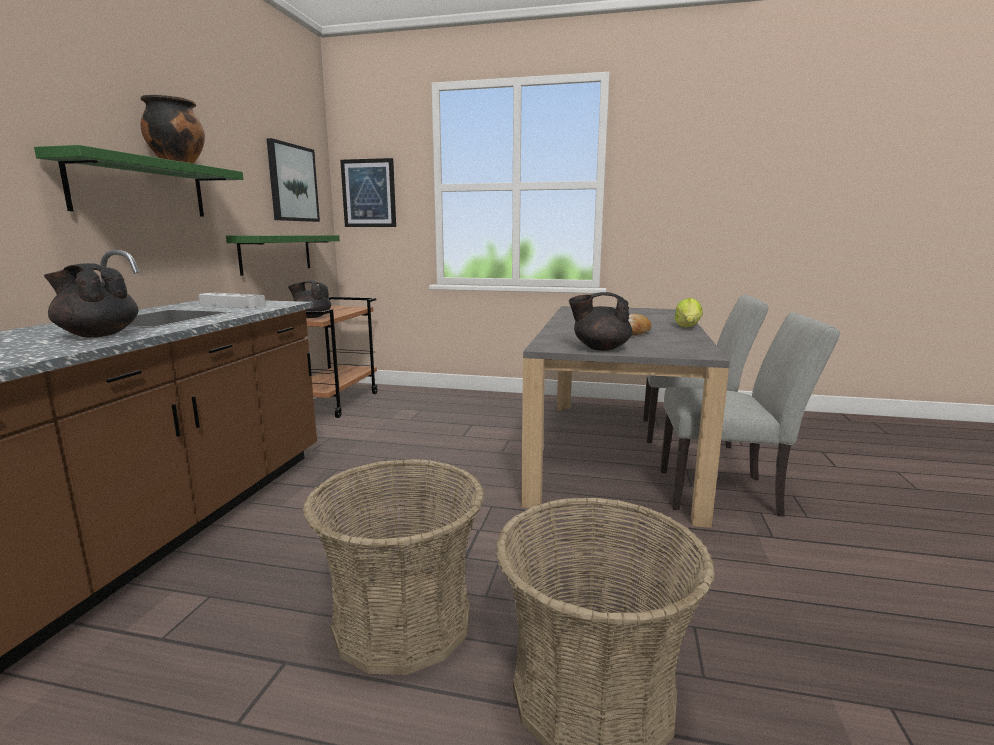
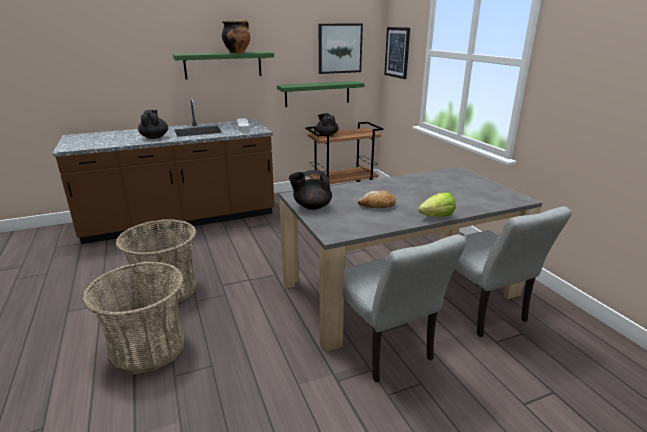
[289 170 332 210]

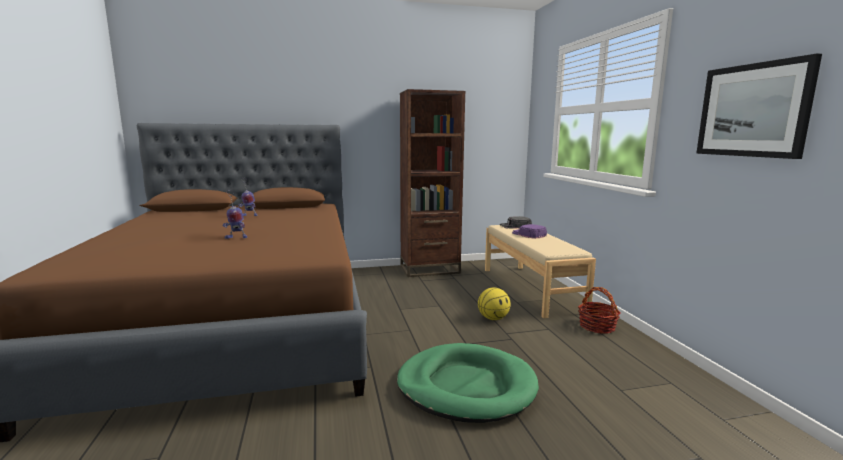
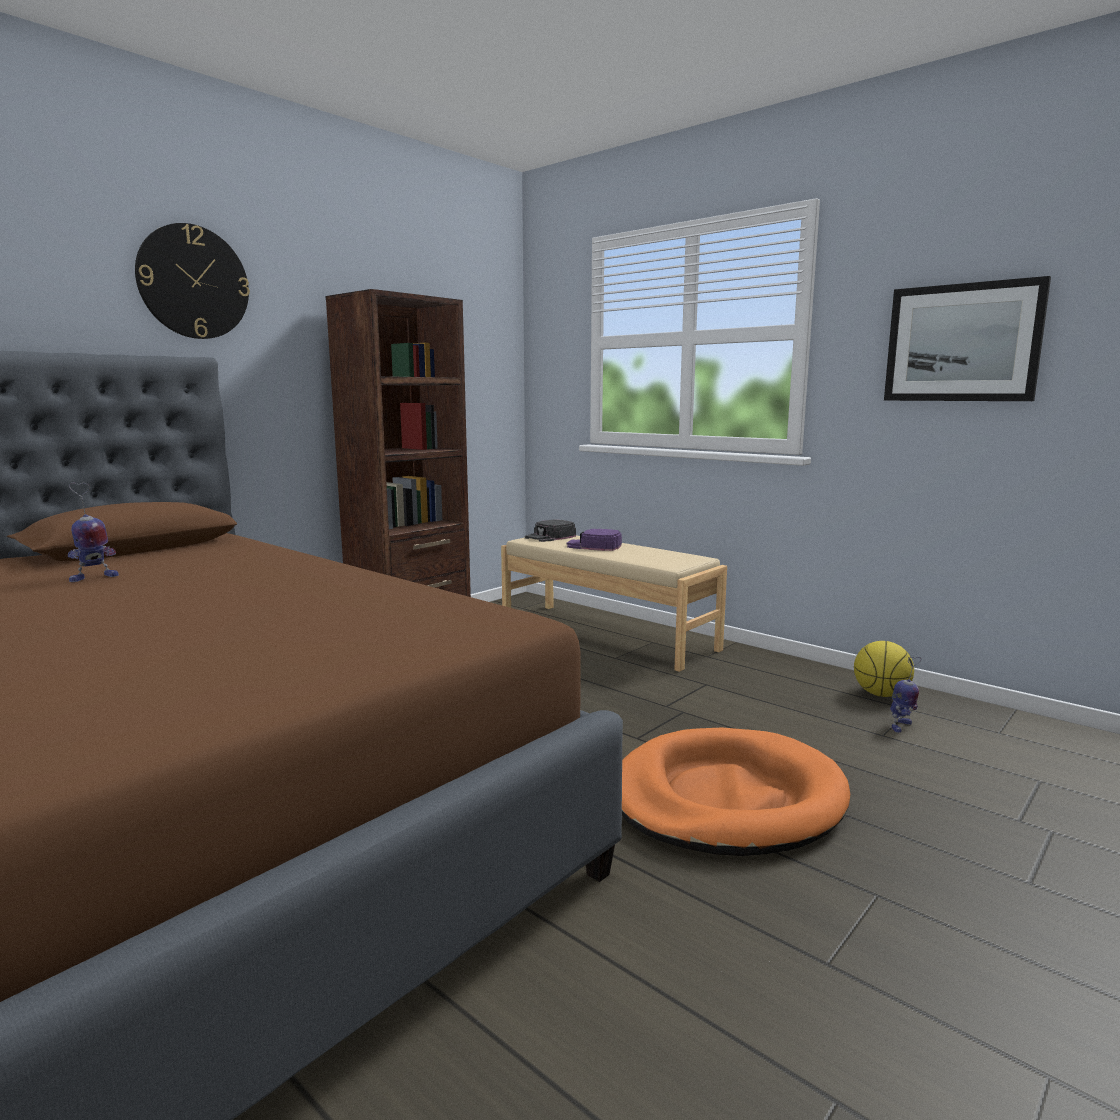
[890 657 921 733]
[578 287 621 334] (first image)
[854 641 914 697]
[622 728 850 856]
[135 223 250 339]

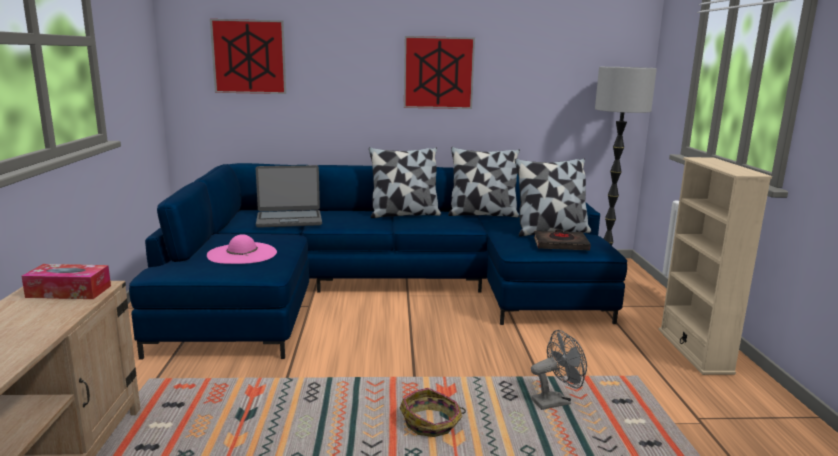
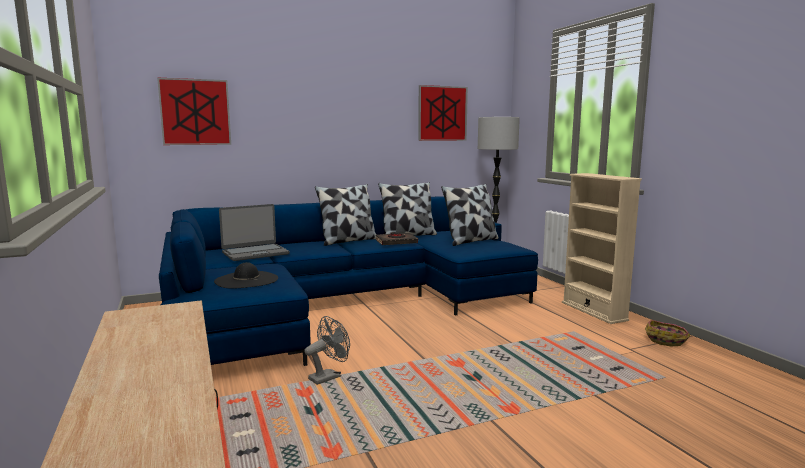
[418 85 468 141]
[376 232 418 245]
[214 262 278 289]
[21 264 111 299] (first image)
[304 316 350 385]
[645 320 690 347]

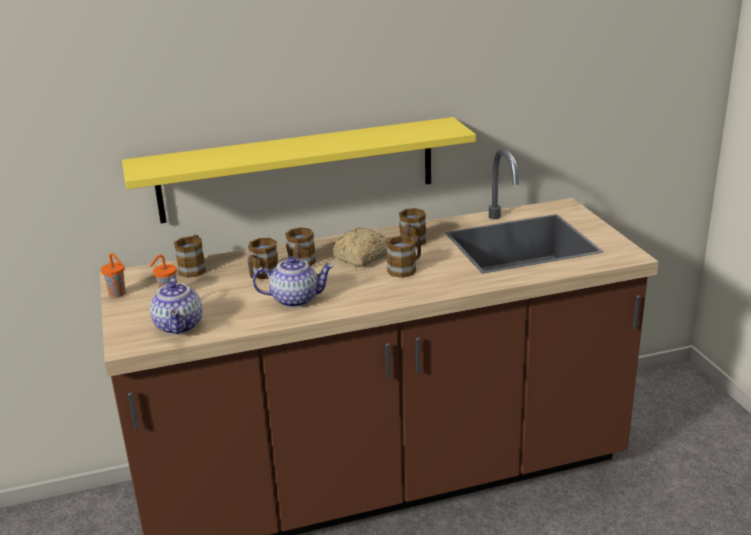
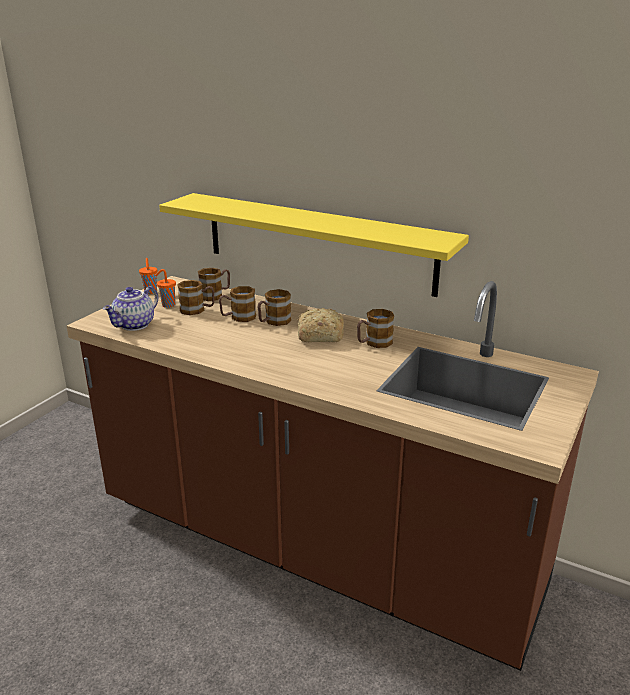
[177 280 214 315]
[252 256 334 308] (first image)

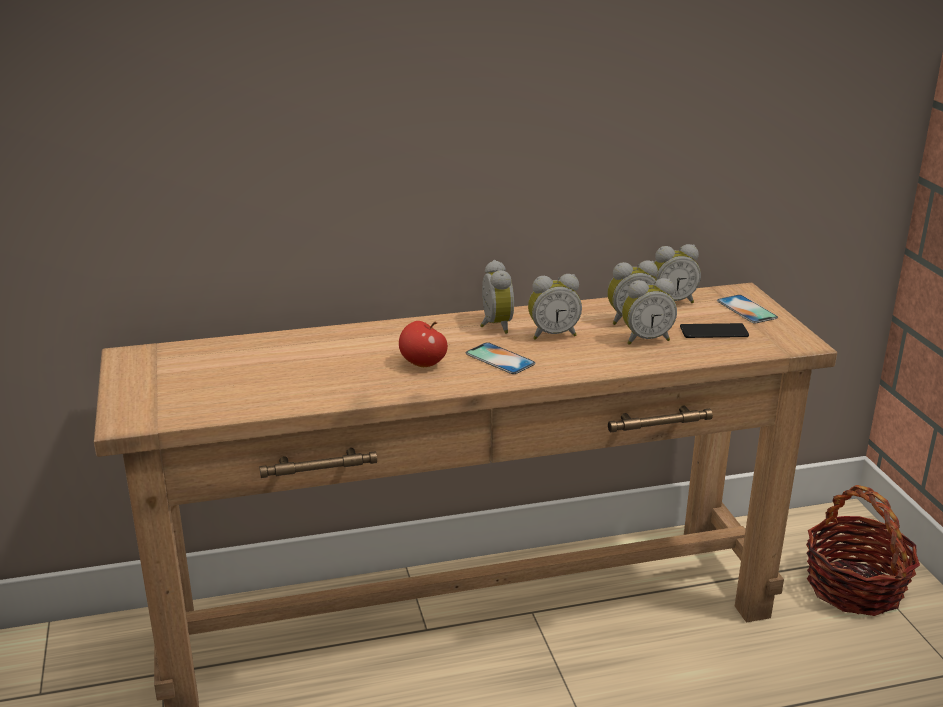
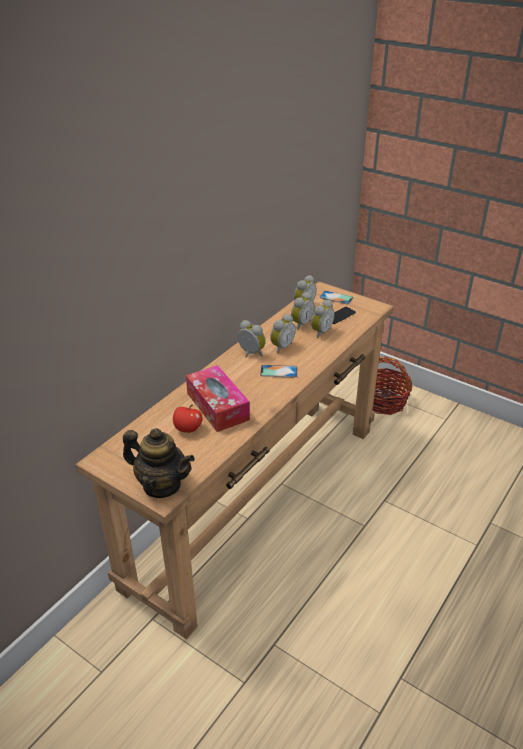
[173 404 203 433]
[186 365 250 432]
[123 428 195 498]

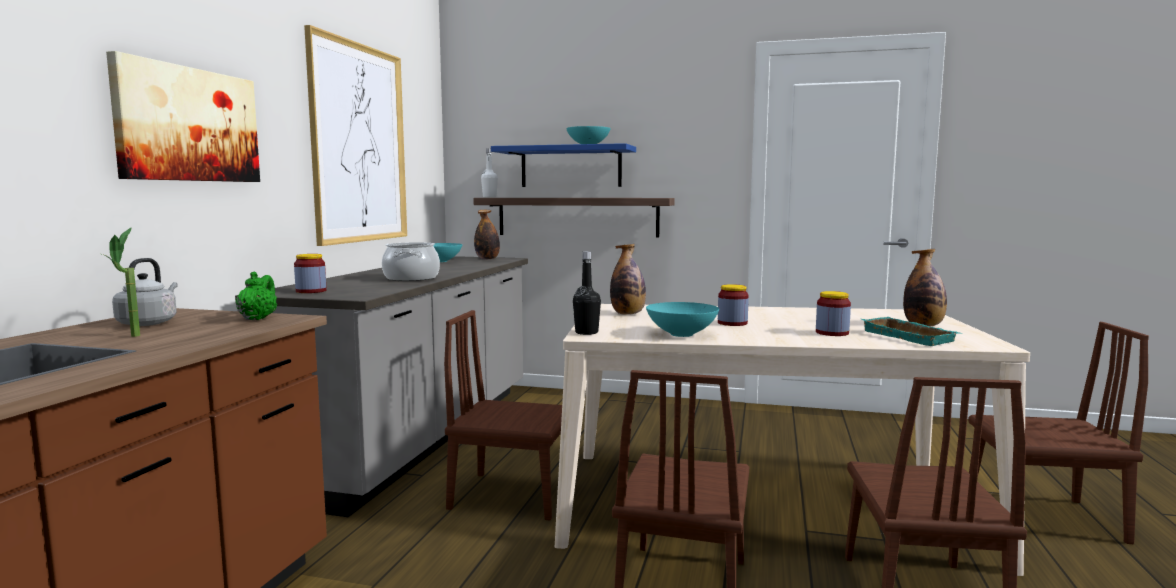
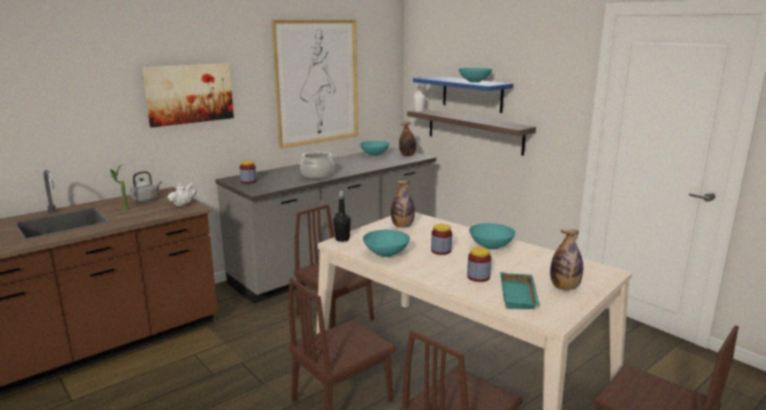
[168 183 197 207]
[469 223 515 250]

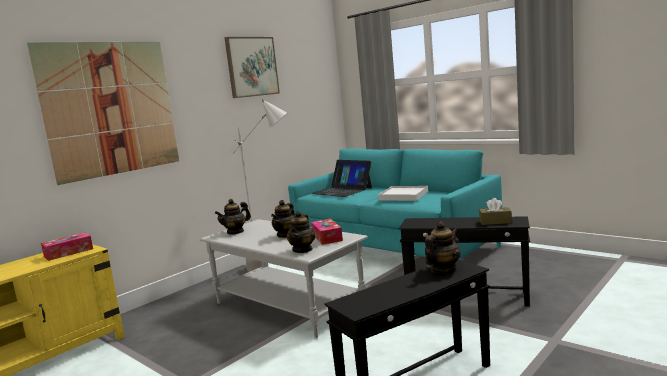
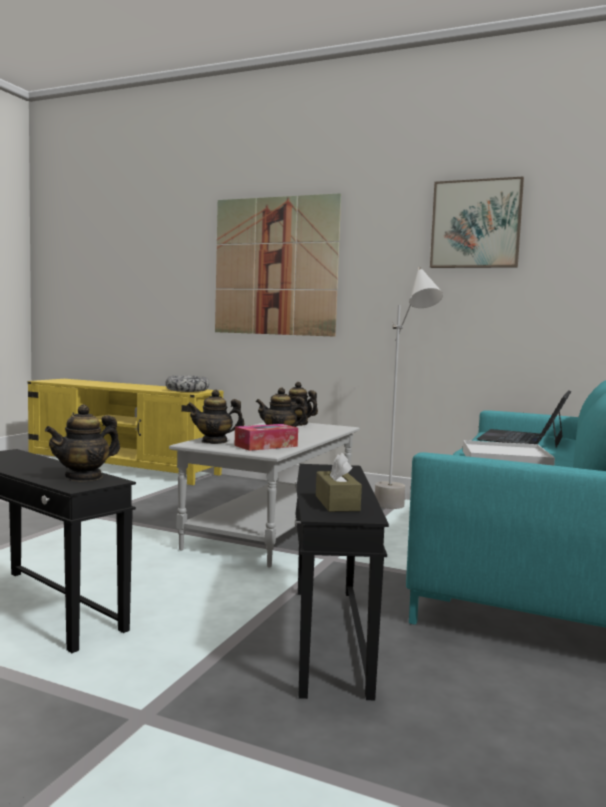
[45 404 120 482]
[165 376 209 392]

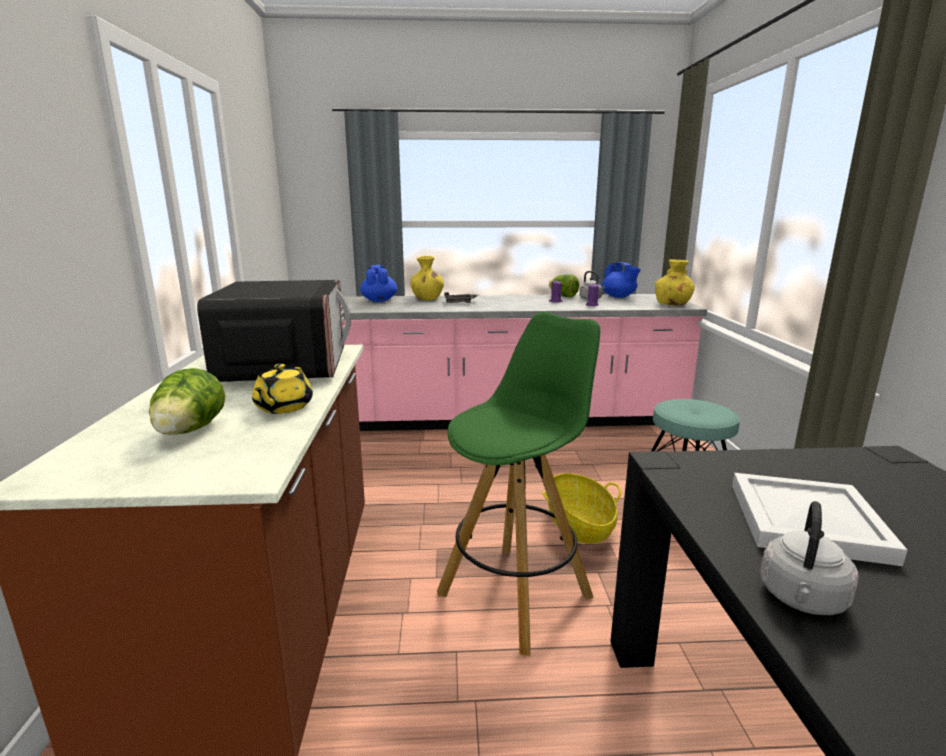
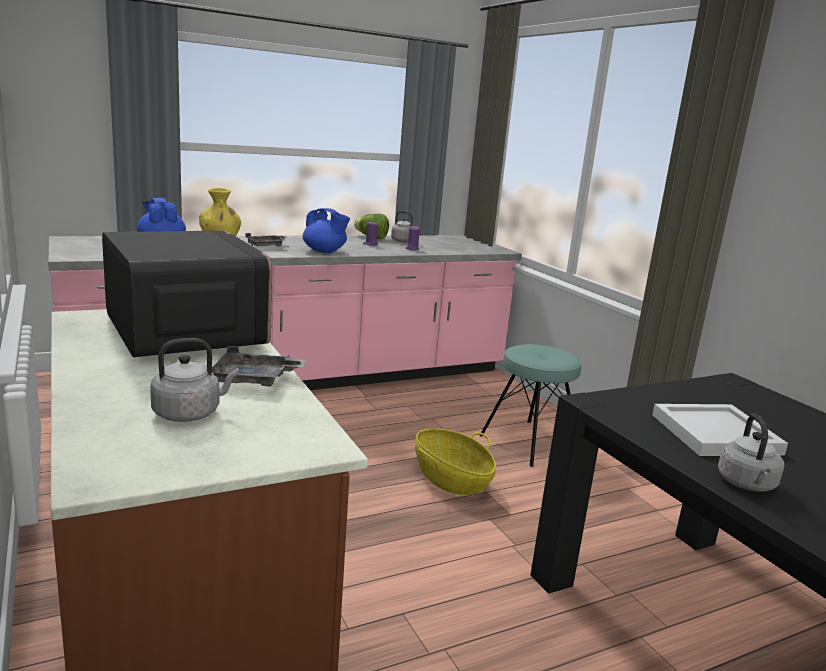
[655 259 695 305] (first image)
[303 208 350 253]
[437 312 600 656] (first image)
[212 346 307 387]
[150 338 239 422]

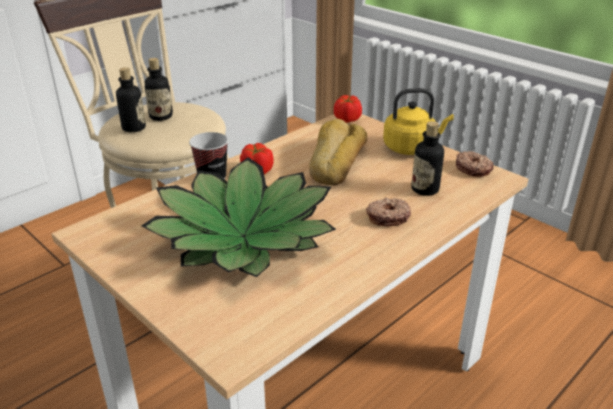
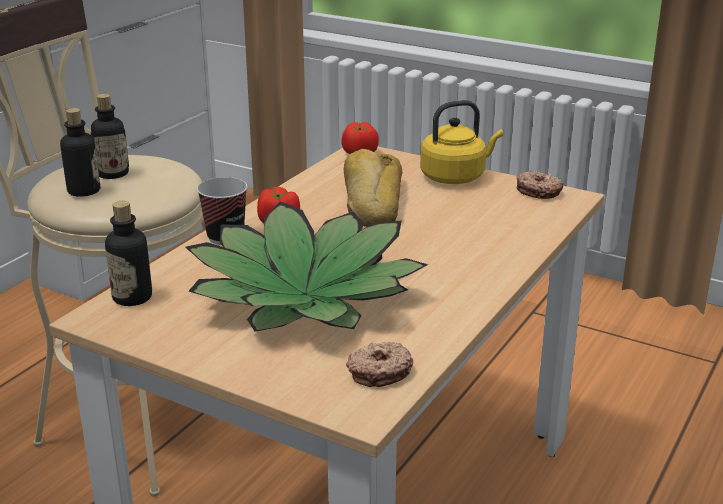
[105 201 152 306]
[346 342 413 387]

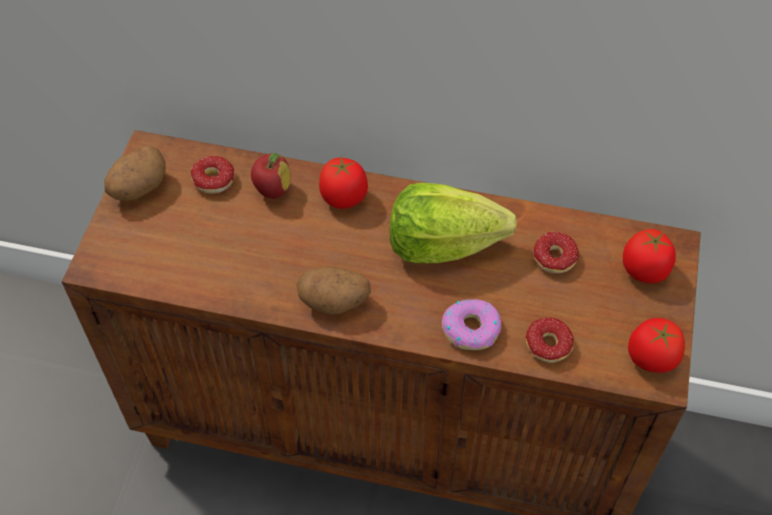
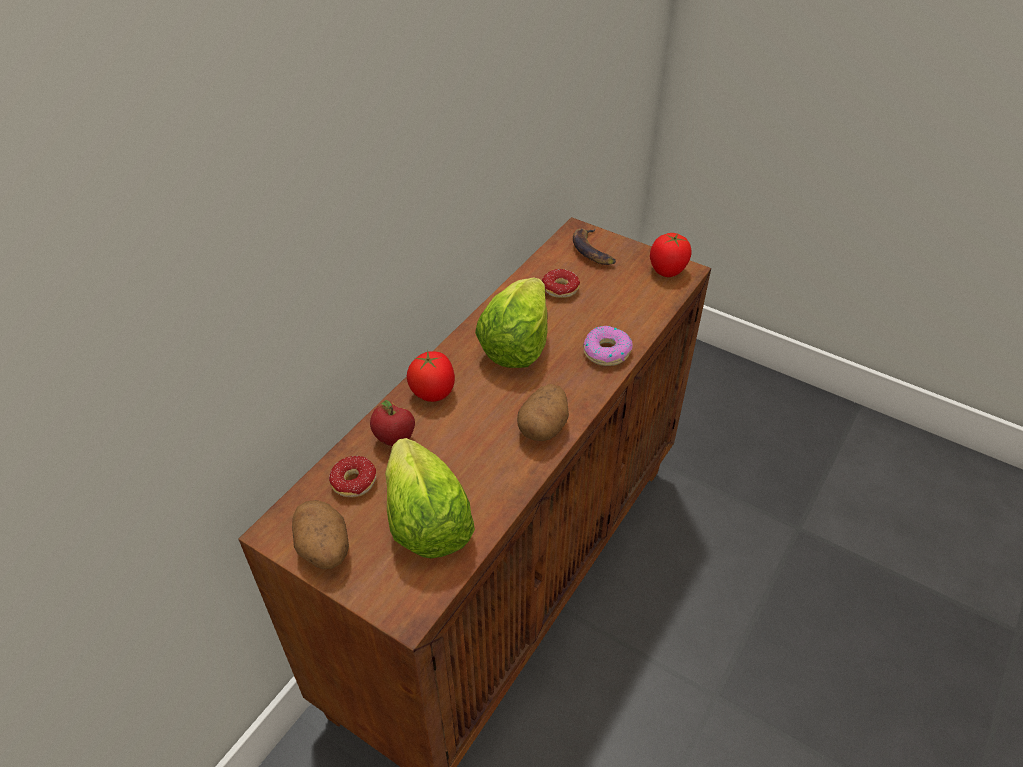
[573 229 616 265]
[525 318 574 363] (first image)
[385 438 475 558]

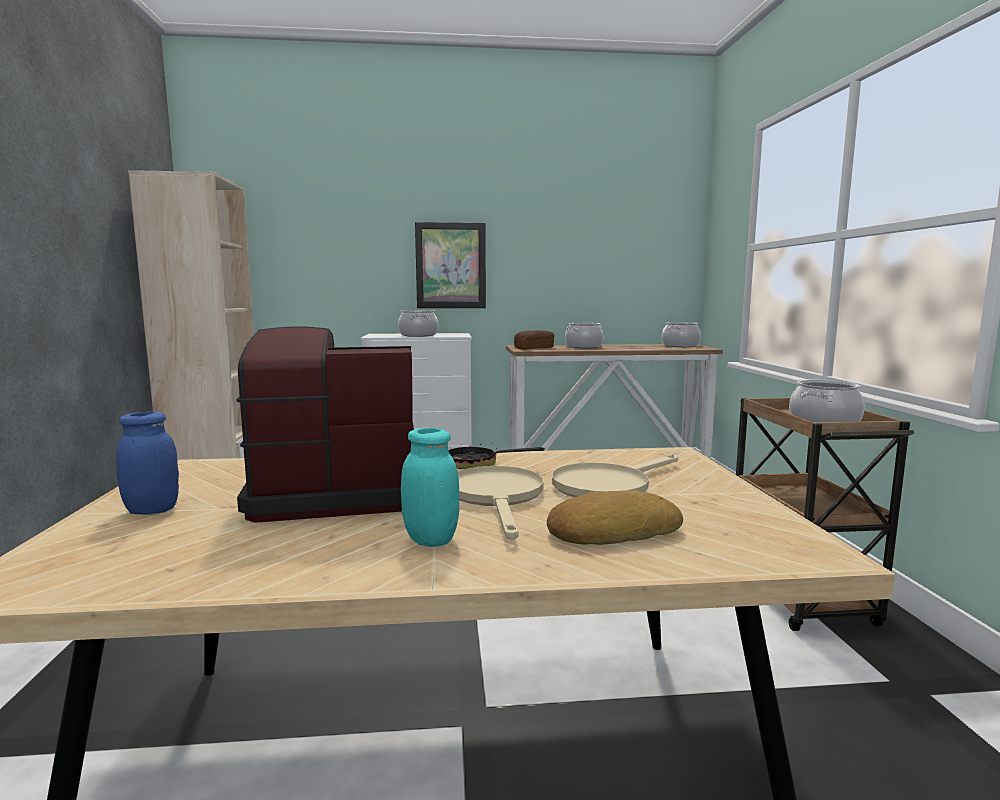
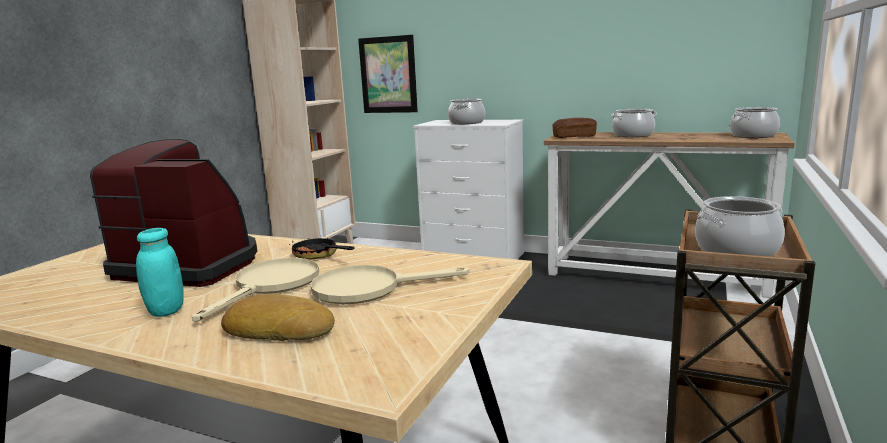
[358 35 418 113]
[116 411 179 515] (first image)

